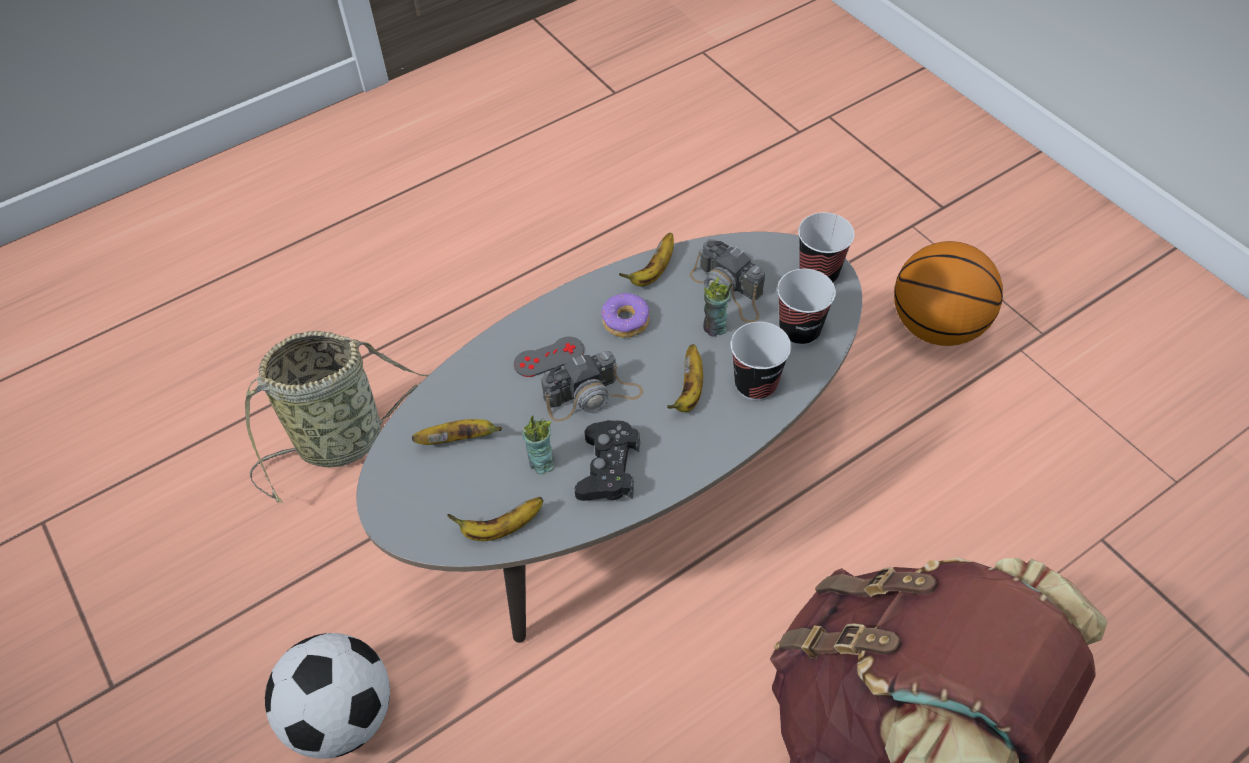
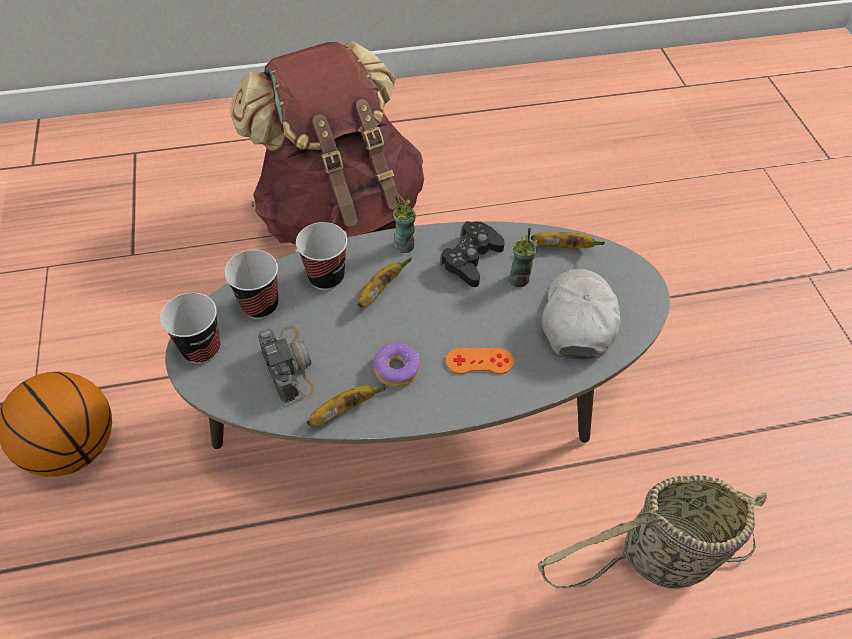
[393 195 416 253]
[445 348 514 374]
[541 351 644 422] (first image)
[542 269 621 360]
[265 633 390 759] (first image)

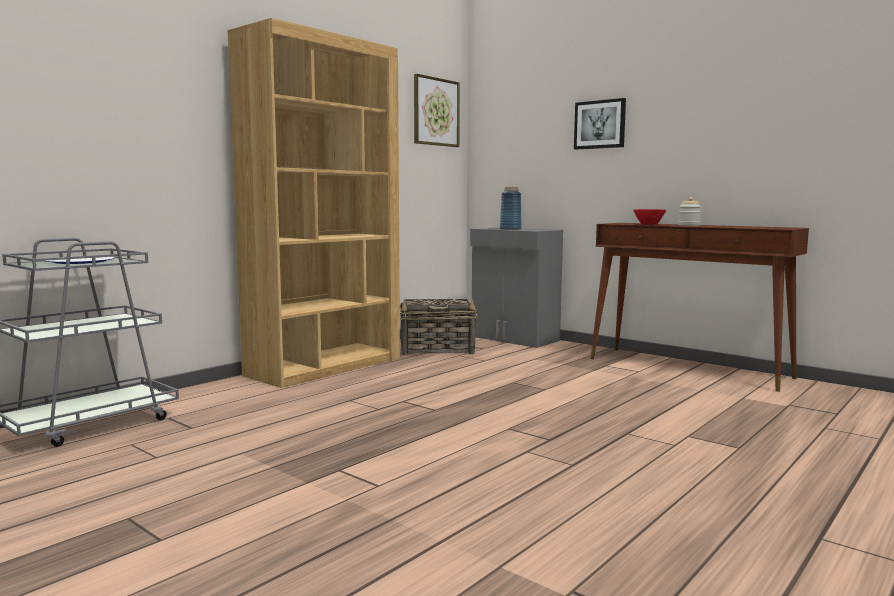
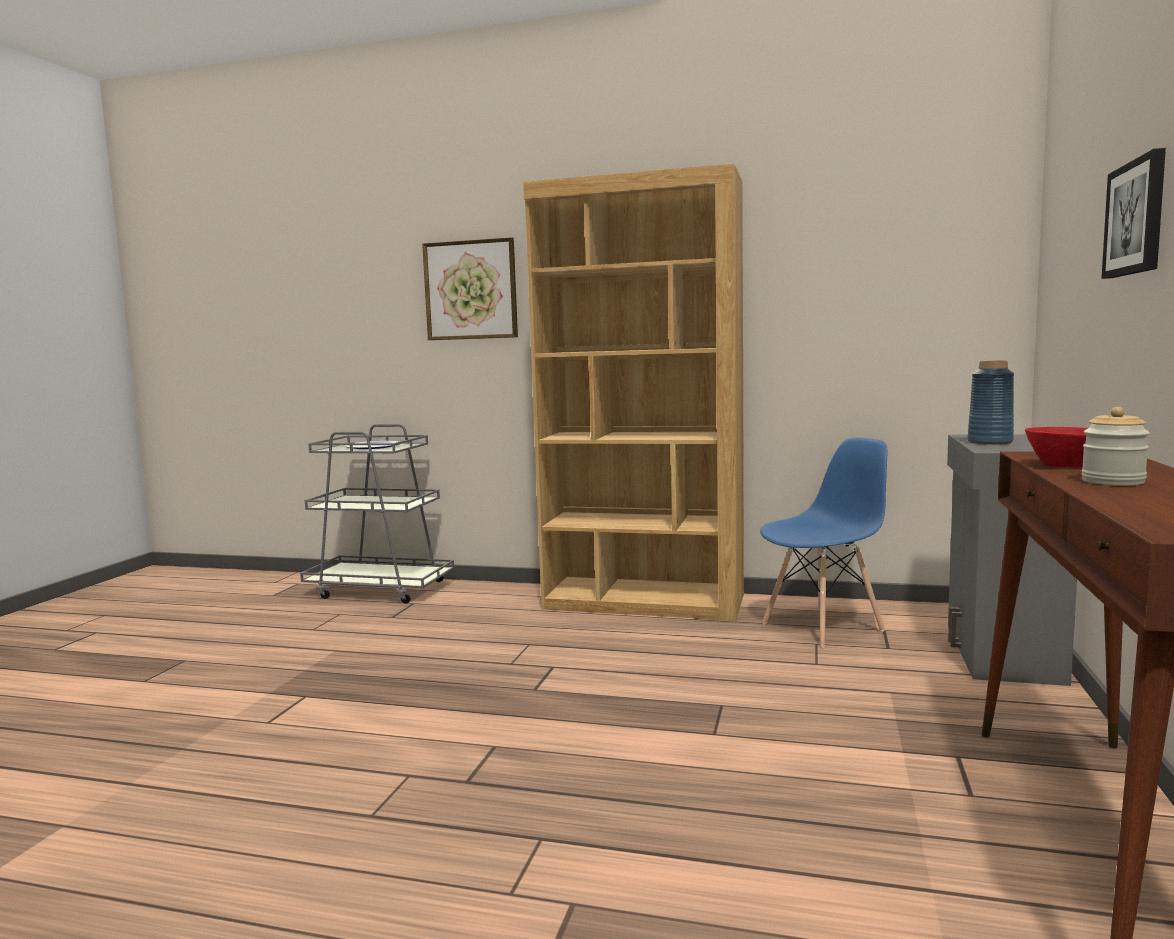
[422 237 518 340]
[760 438 888 648]

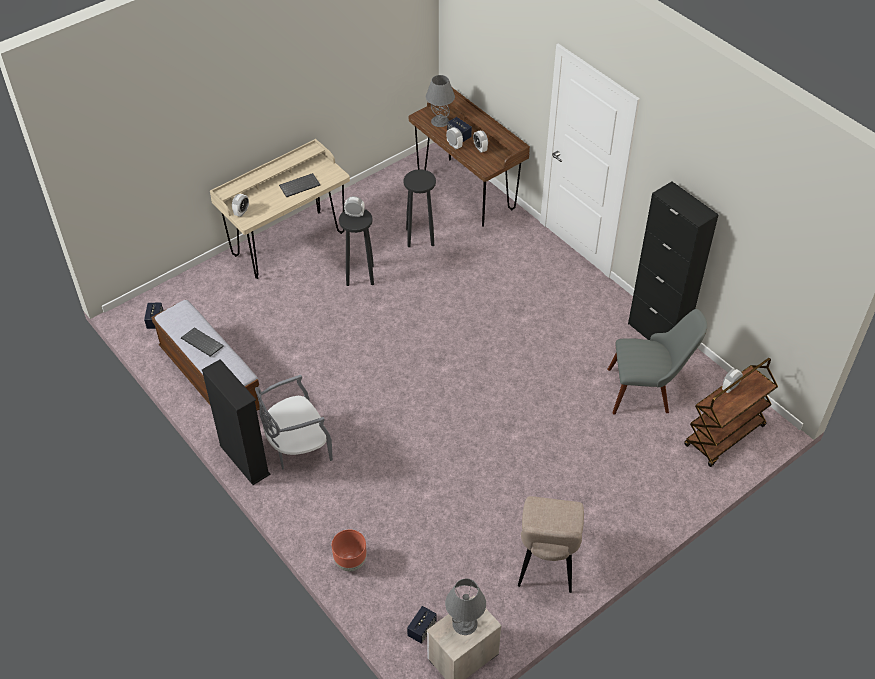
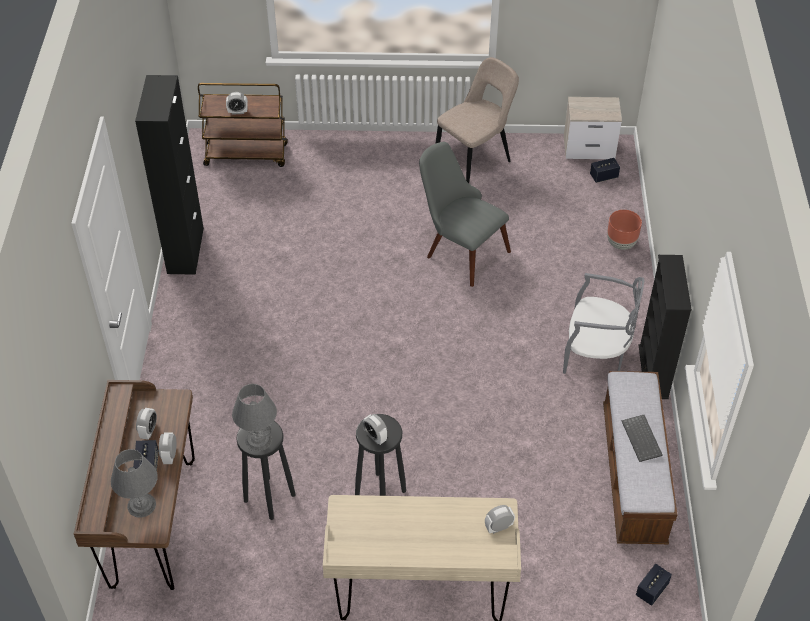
[279 173 320 197] (first image)
[419 142 511 287]
[232 384 277 451]

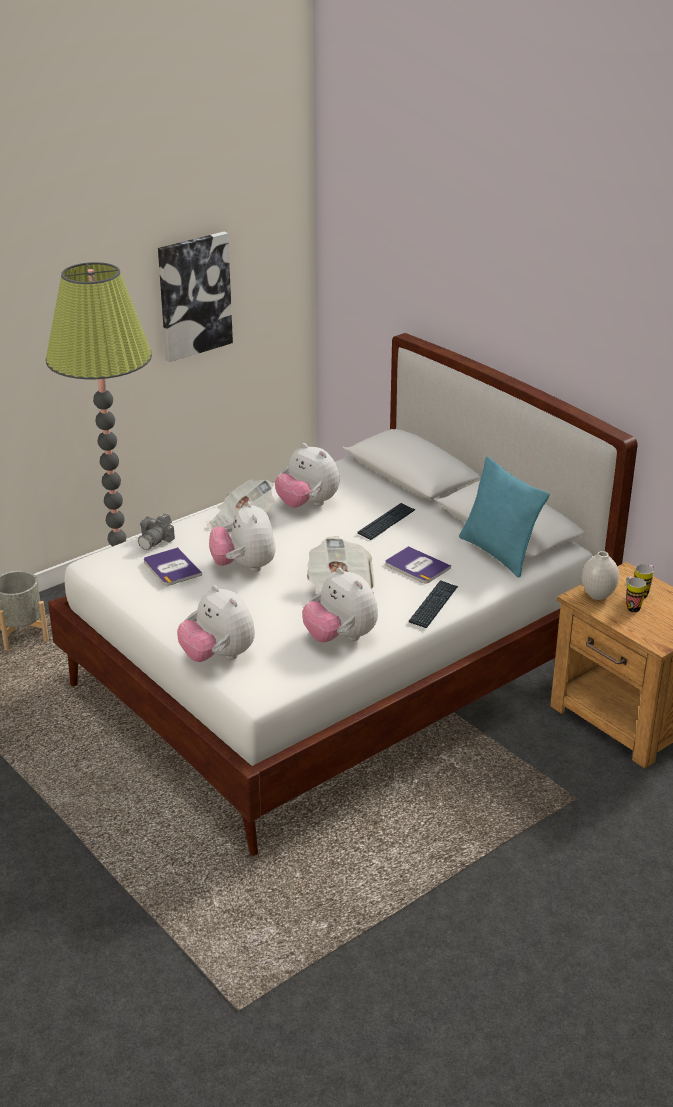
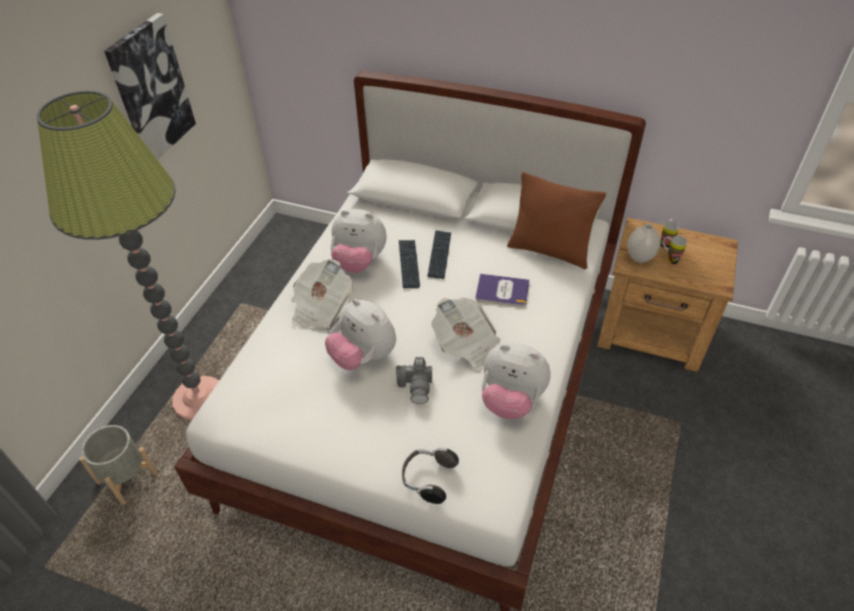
[507 172 606 269]
[396 357 433 404]
[144 547 202 586] (first image)
[399 240 420 288]
[402 448 459 504]

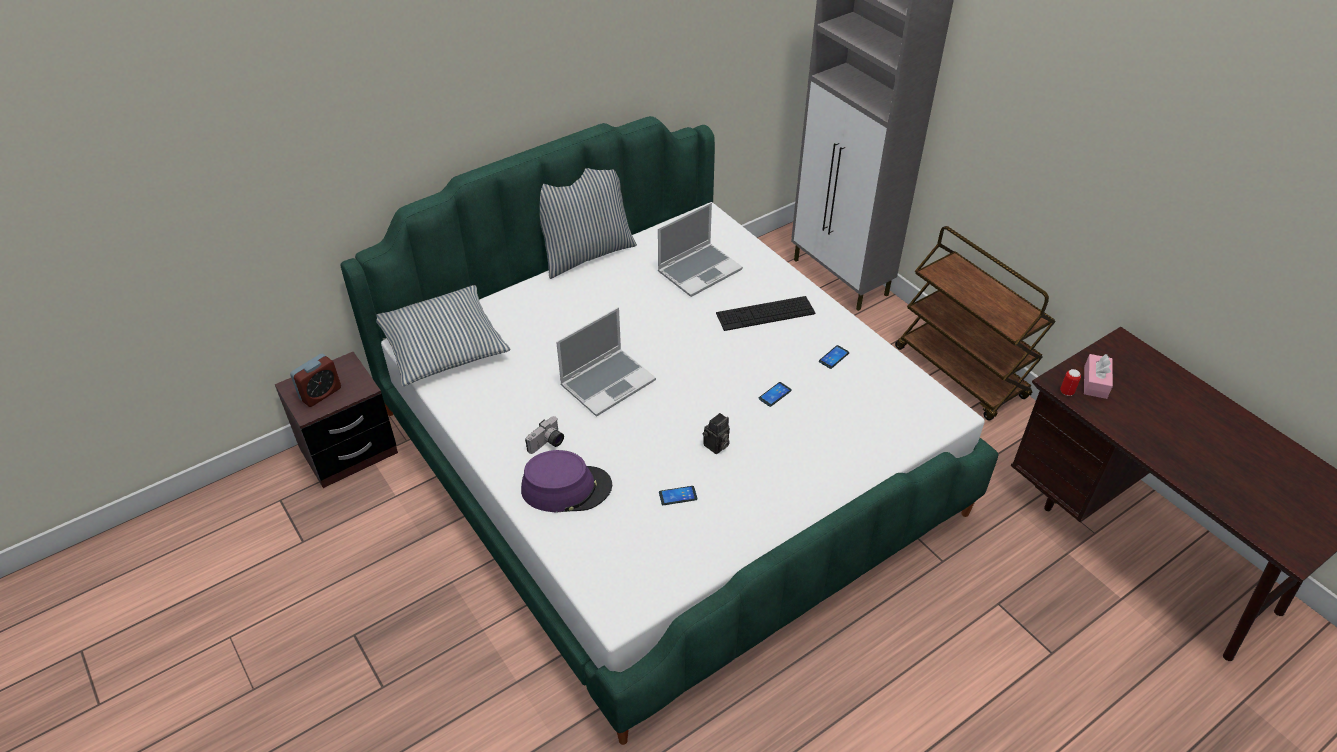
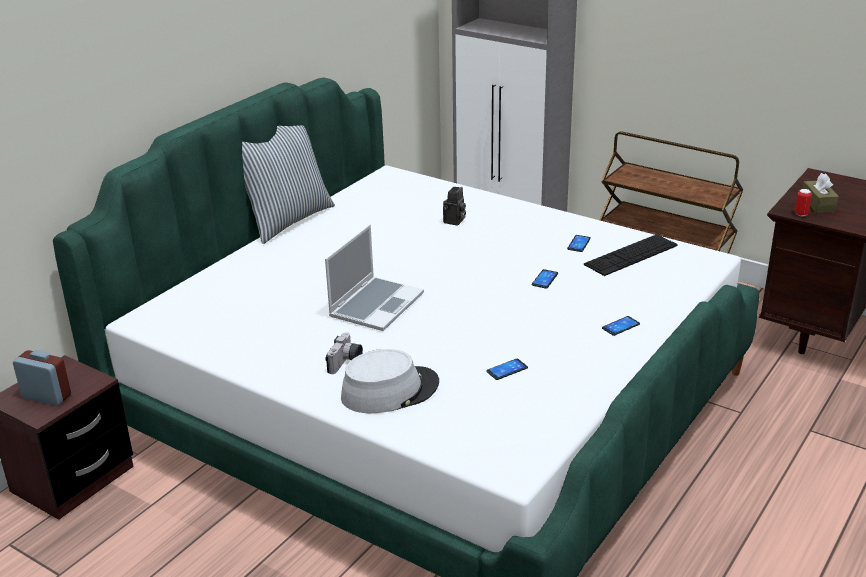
[658 203 743 297] (first image)
[376 285 511 386] (first image)
[584 234 678 276]
[13 350 71 406]
[803 173 839 213]
[443 187 466 226]
[341 349 439 413]
[602 316 640 336]

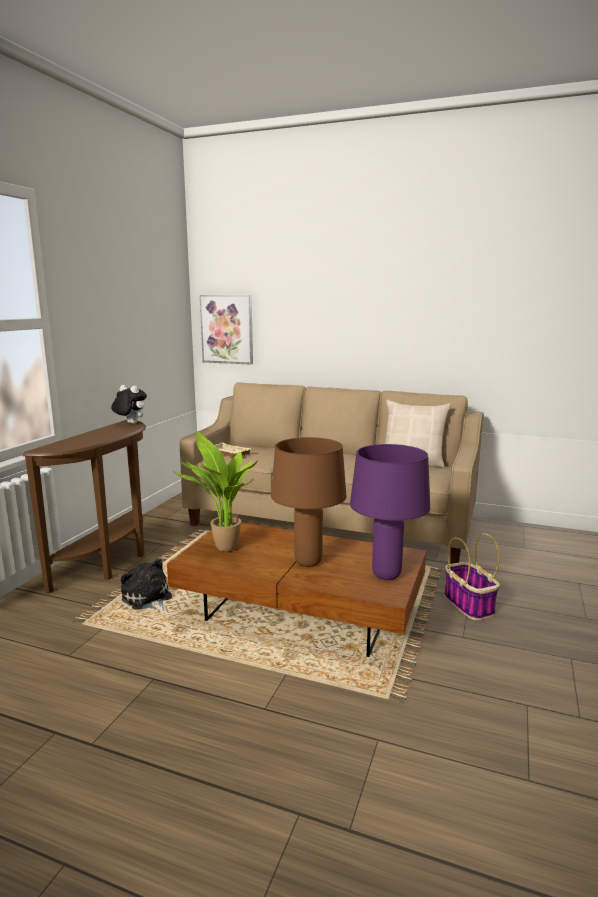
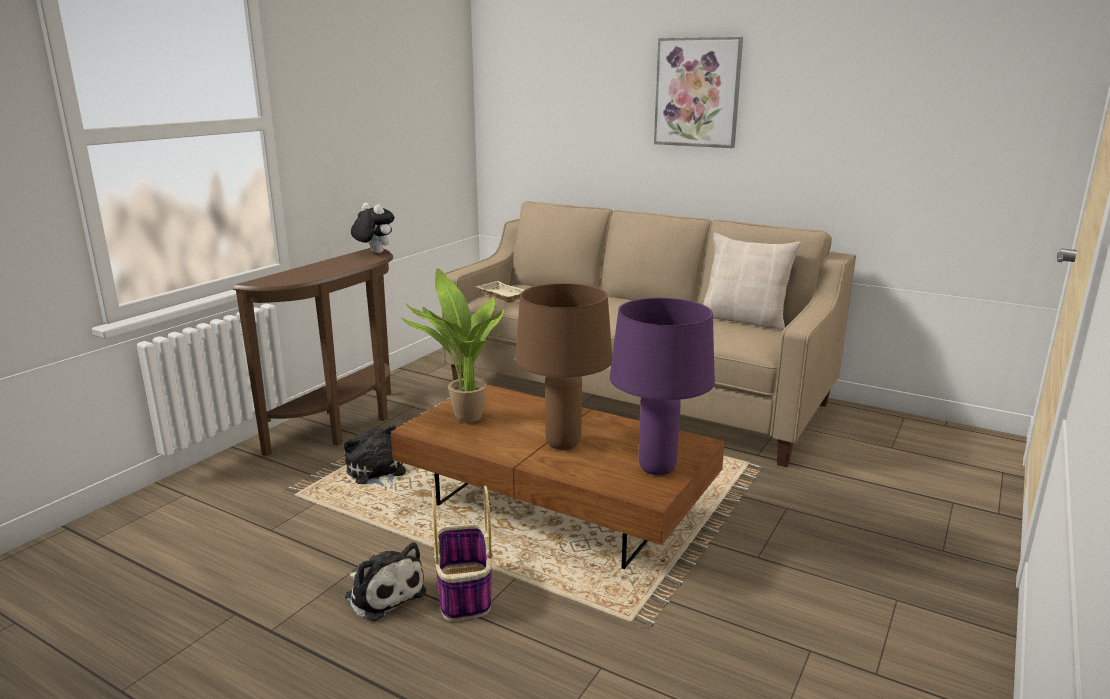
[654 37 743 148]
[432 485 493 621]
[345 542 426 622]

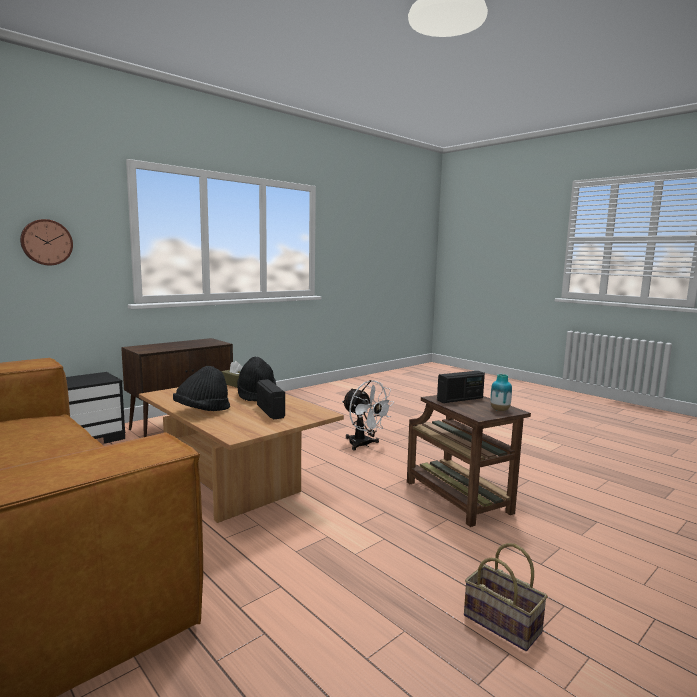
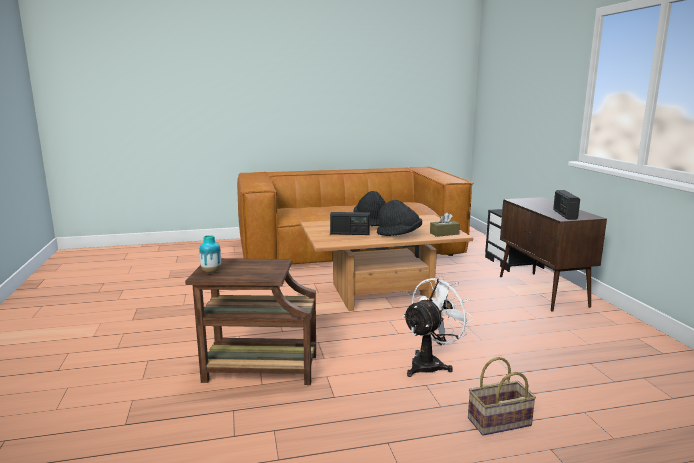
[20 219 73 265] (first image)
[553 190 580 220]
[402 276 474 377]
[468 357 536 436]

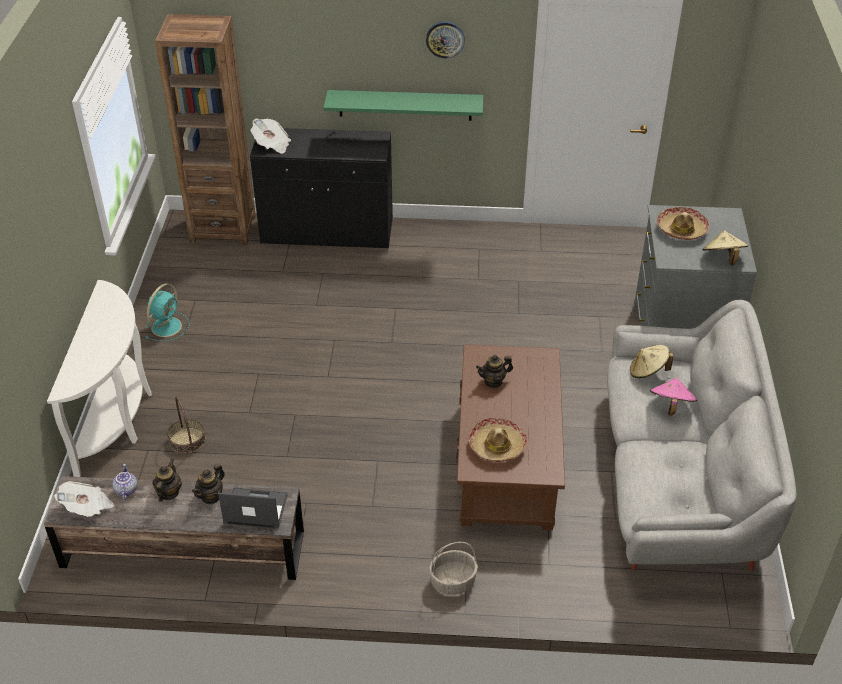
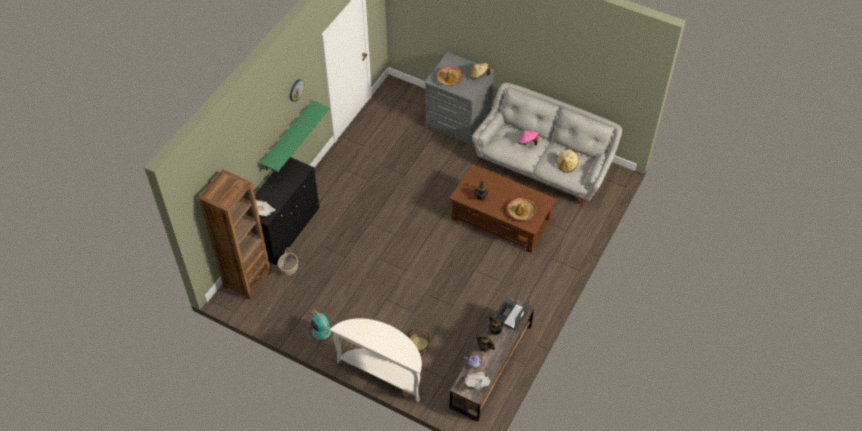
[557 150 579 173]
[278 247 298 276]

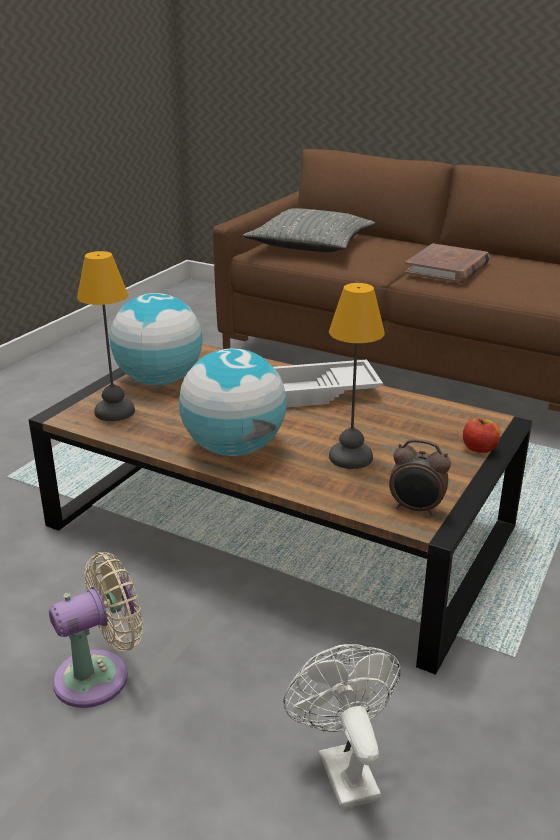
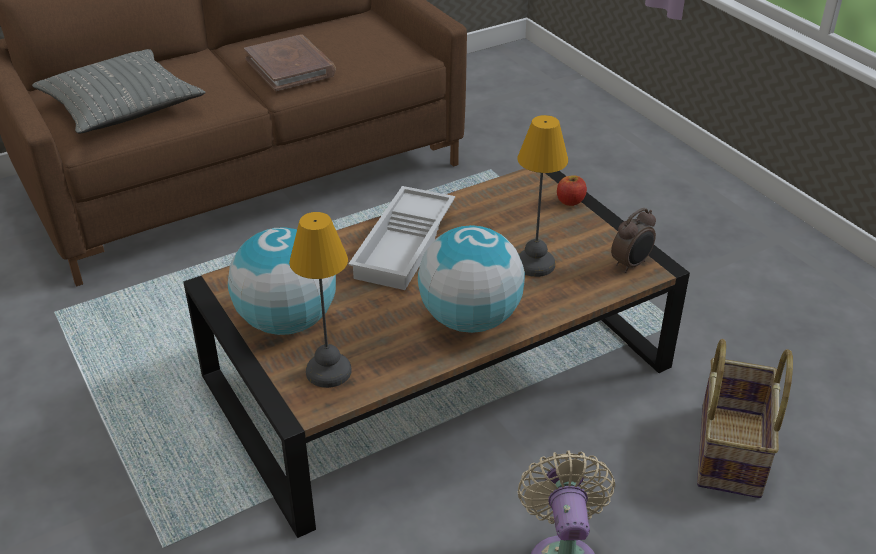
[697 339 793 498]

